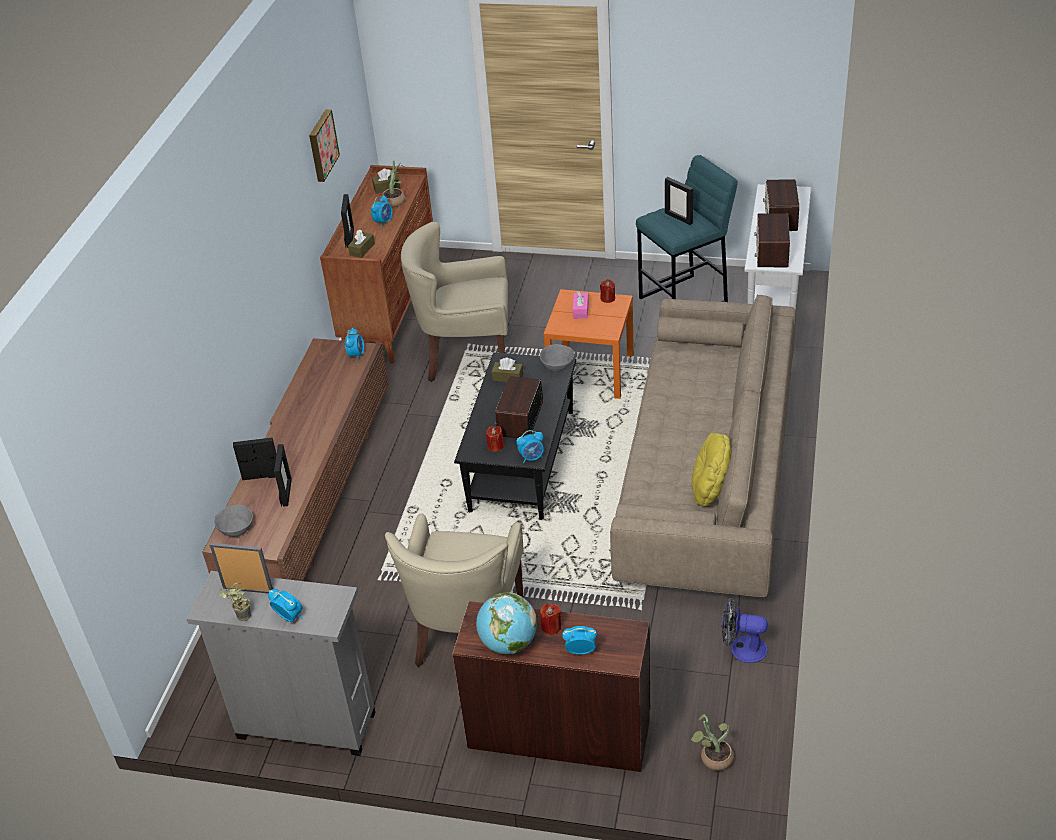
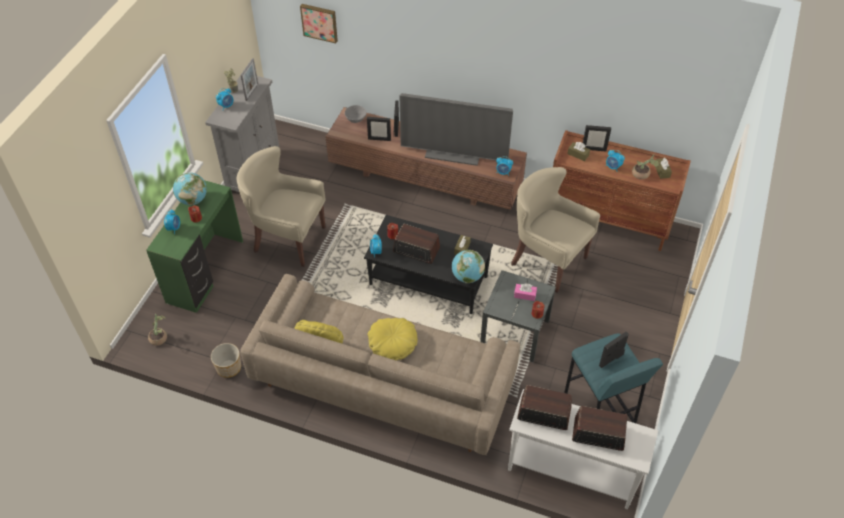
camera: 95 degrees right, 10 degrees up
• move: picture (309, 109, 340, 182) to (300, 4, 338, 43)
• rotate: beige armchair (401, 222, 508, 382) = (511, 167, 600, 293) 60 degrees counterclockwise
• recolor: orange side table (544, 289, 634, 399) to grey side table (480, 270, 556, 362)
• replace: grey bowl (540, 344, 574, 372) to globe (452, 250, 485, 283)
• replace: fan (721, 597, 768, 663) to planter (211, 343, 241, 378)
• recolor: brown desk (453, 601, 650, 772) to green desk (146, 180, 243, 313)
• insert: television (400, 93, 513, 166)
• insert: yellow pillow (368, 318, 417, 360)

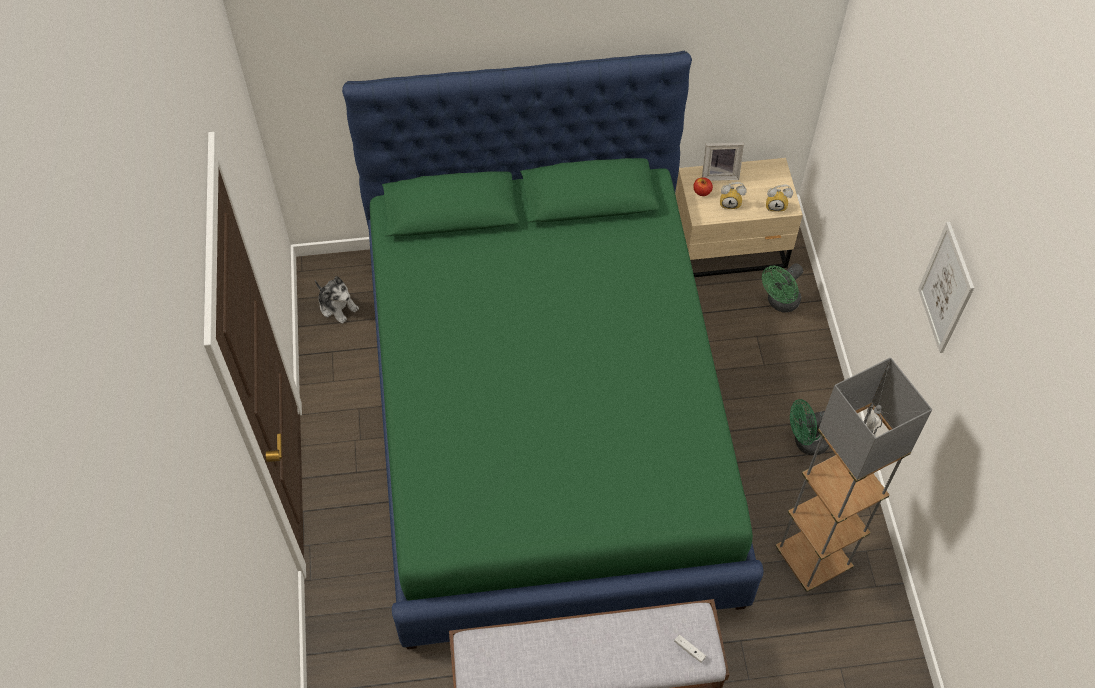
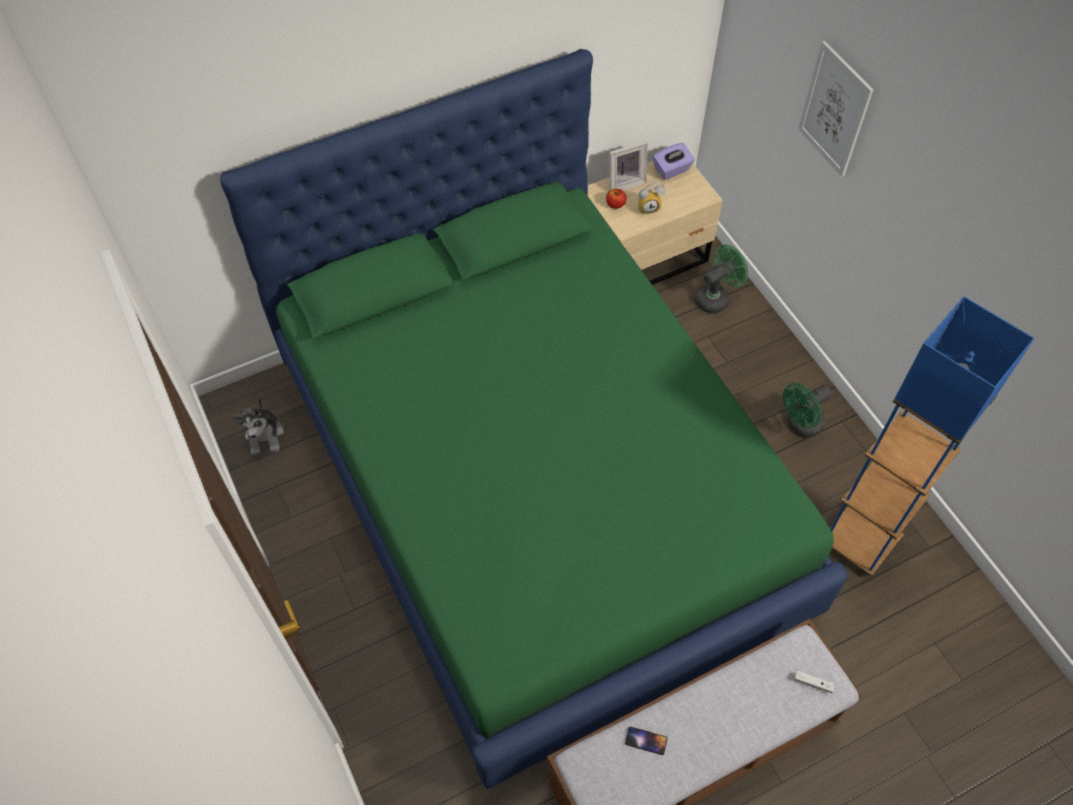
camera: 20 degrees left, 0 degrees up
• delete: alarm clock (766, 184, 793, 212)
• move: picture (918, 222, 974, 353) to (798, 41, 873, 177)
• rotate: green fan (762, 263, 803, 313) = (695, 245, 748, 313) 150 degrees counterclockwise
• rotate: plush toy (315, 276, 359, 324) = (233, 397, 284, 455) 60 degrees clockwise
• recolor: grey floor lamp (776, 357, 932, 592) to blue floor lamp (830, 296, 1035, 577)
• insert: purple tissue box (653, 143, 695, 180)
• insert: phone (625, 727, 667, 755)

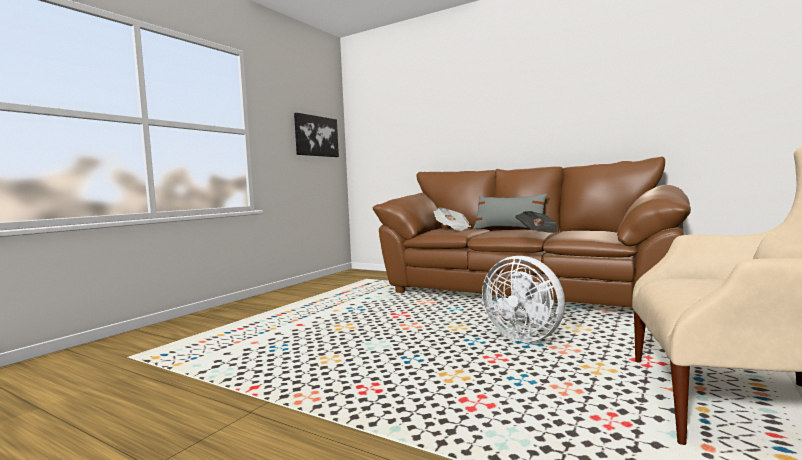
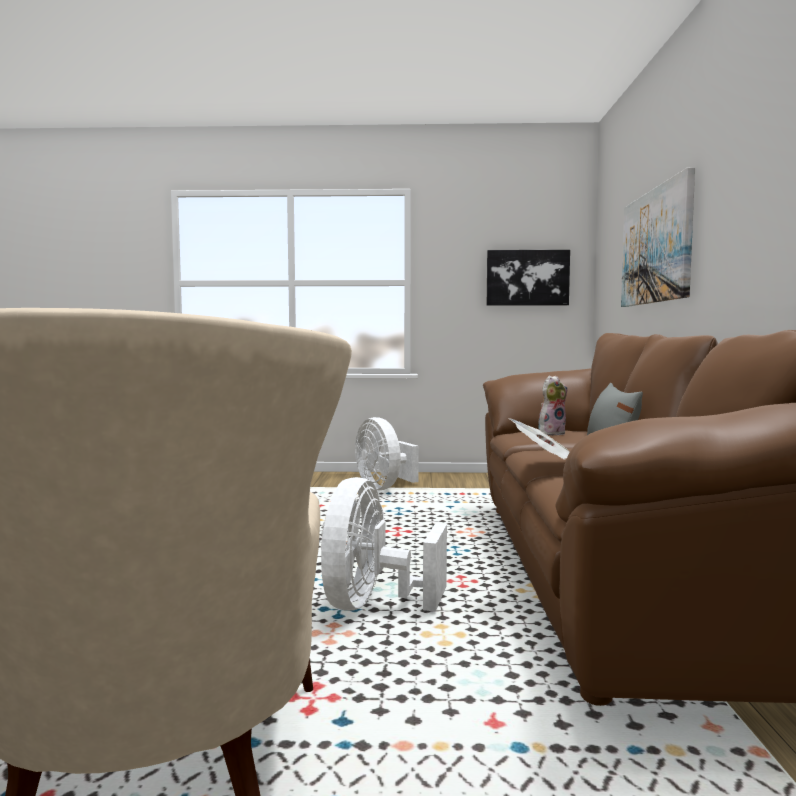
camera: 60 degrees right, 0 degrees up
• replace: newspaper (433, 208, 471, 231) to plush toy (538, 375, 568, 435)
• insert: picture (621, 167, 695, 307)
• insert: white fan (355, 417, 419, 490)

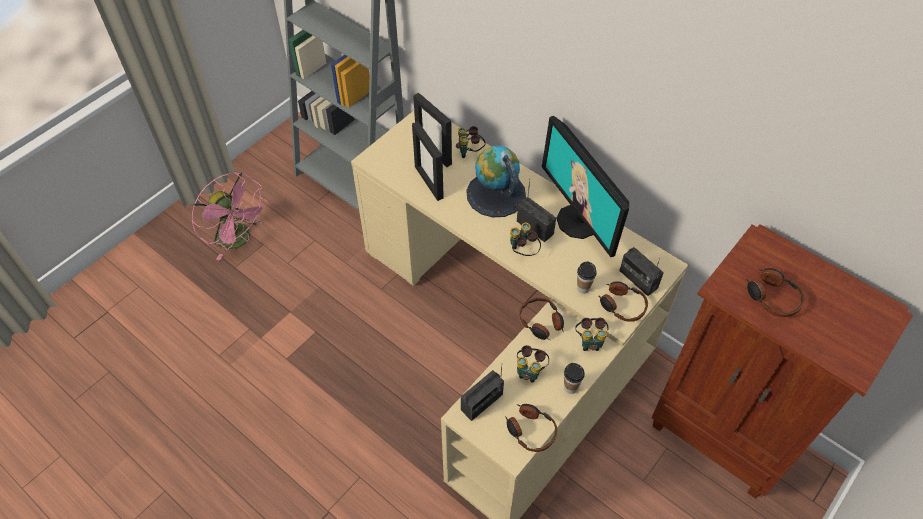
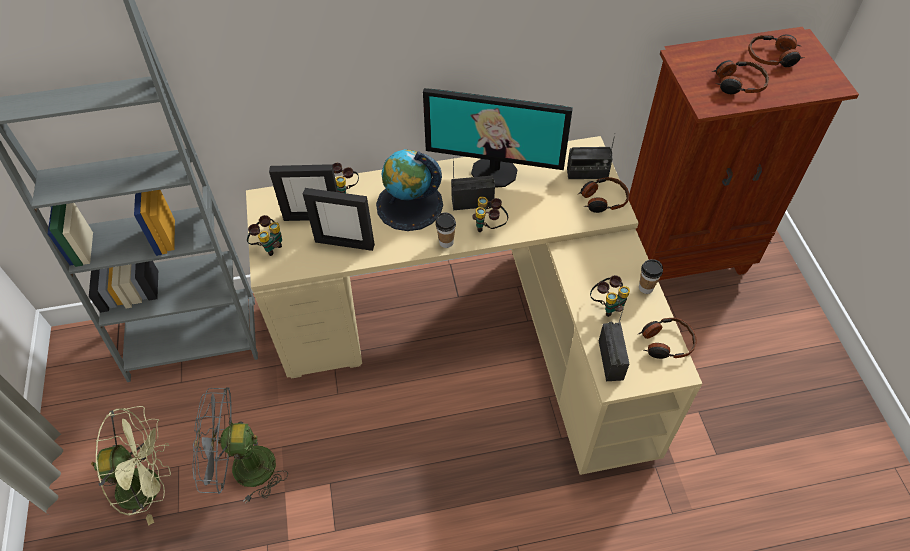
camera: 50 degrees left, 0 degrees up
• recolor: pink fan (192, 172, 268, 261) to green fan (91, 406, 171, 526)
• move: cup (577, 262, 597, 293) to (435, 212, 456, 248)
• move: headphones (519, 297, 564, 340) to (748, 34, 804, 67)
• move: binoculars (575, 318, 609, 351) to (247, 215, 282, 256)
• insert: grey fan (193, 387, 288, 504)

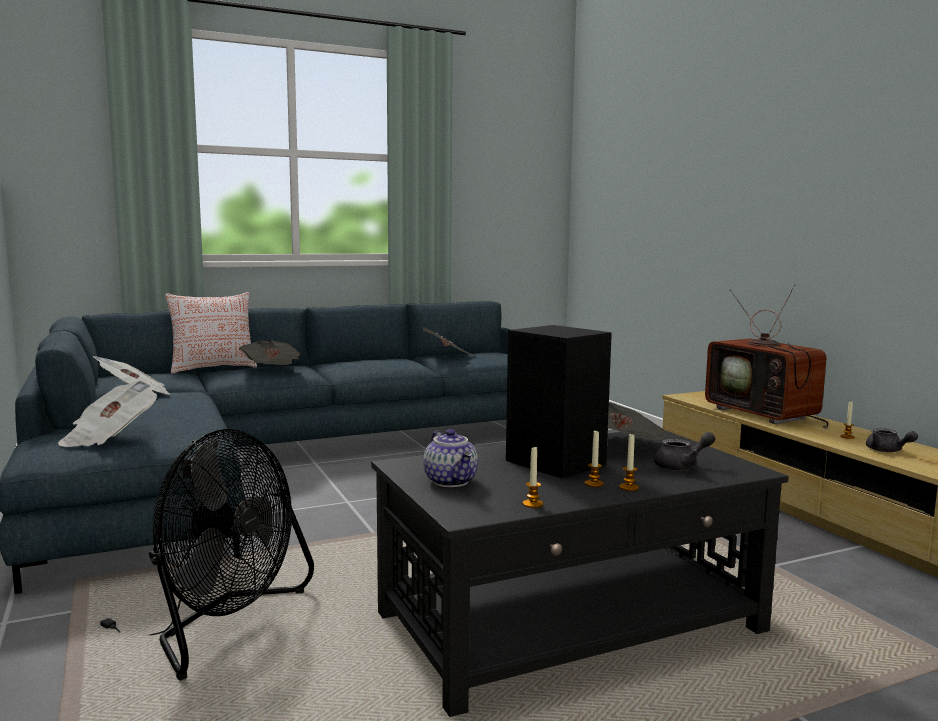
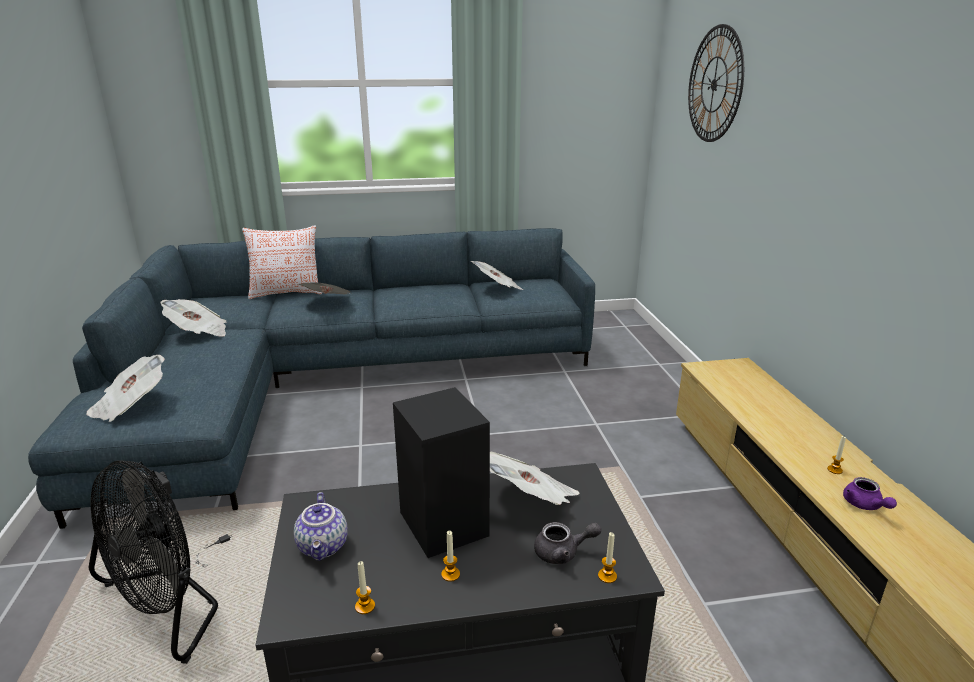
camera: 15 degrees right, 15 degrees up
• delete: television (705, 284, 829, 429)
• recolor: grey teapot (866, 428, 918, 452) to purple teapot (843, 477, 897, 510)
• rotate: black fan (100, 429, 314, 681) = (89, 460, 232, 664) 90 degrees clockwise
• move: candle (619, 434, 639, 491) to (598, 532, 617, 583)
• insert: wall clock (688, 24, 744, 142)

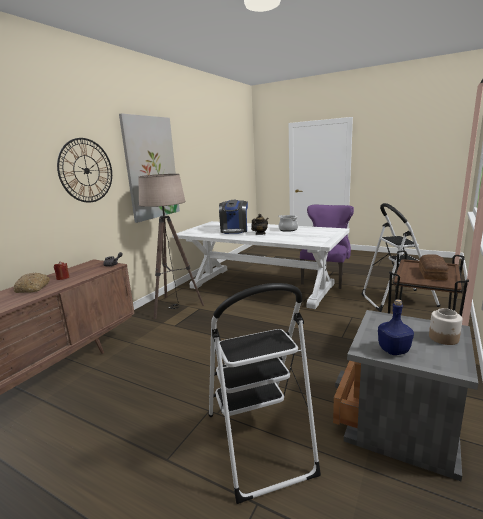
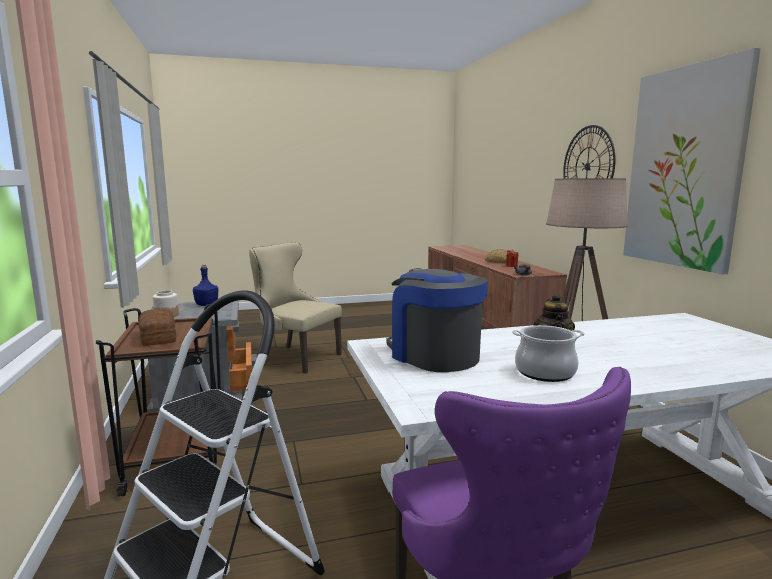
camera: 135 degrees right, 5 degrees down
• move: coffee machine (219, 200, 248, 234) to (386, 268, 488, 372)
• replace: step ladder (208, 283, 321, 504) to beige chair (249, 242, 342, 373)

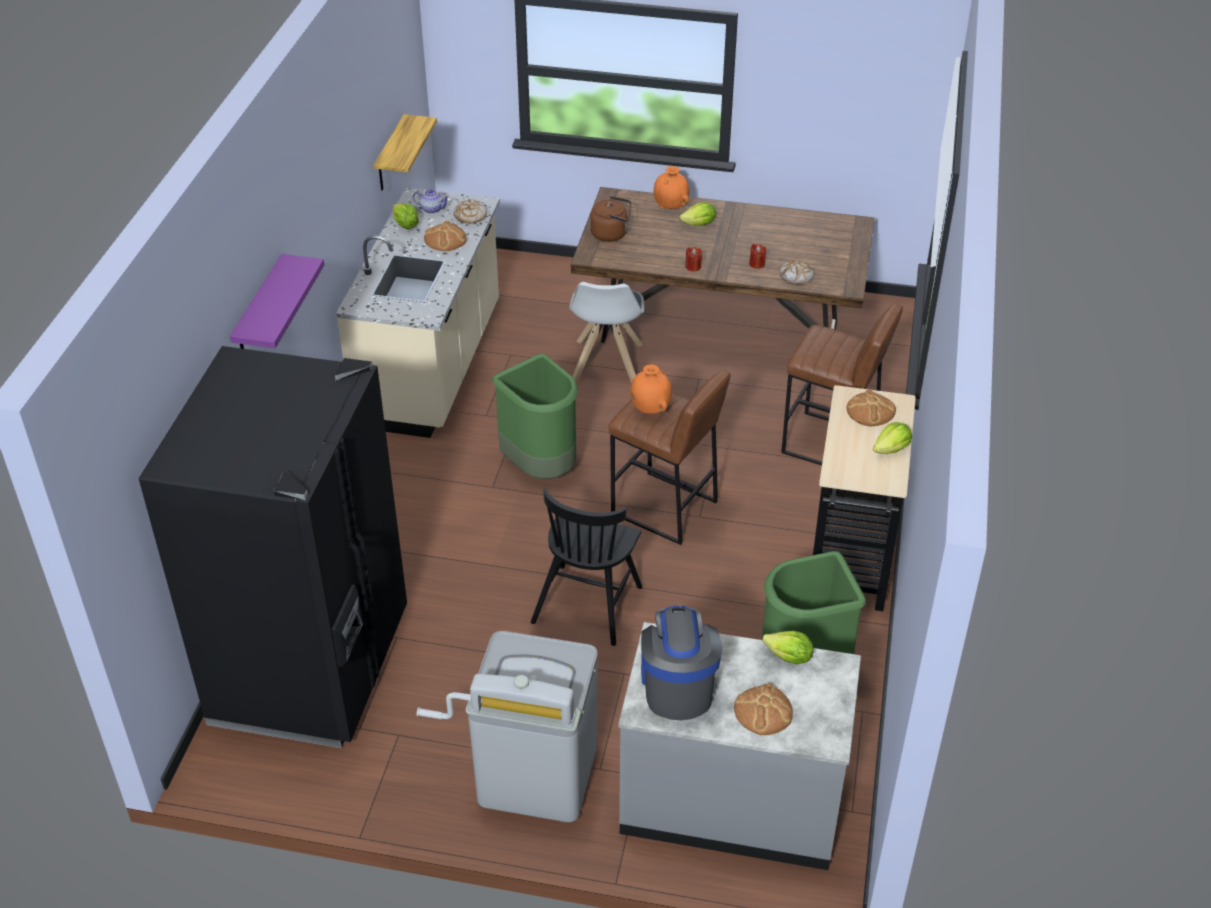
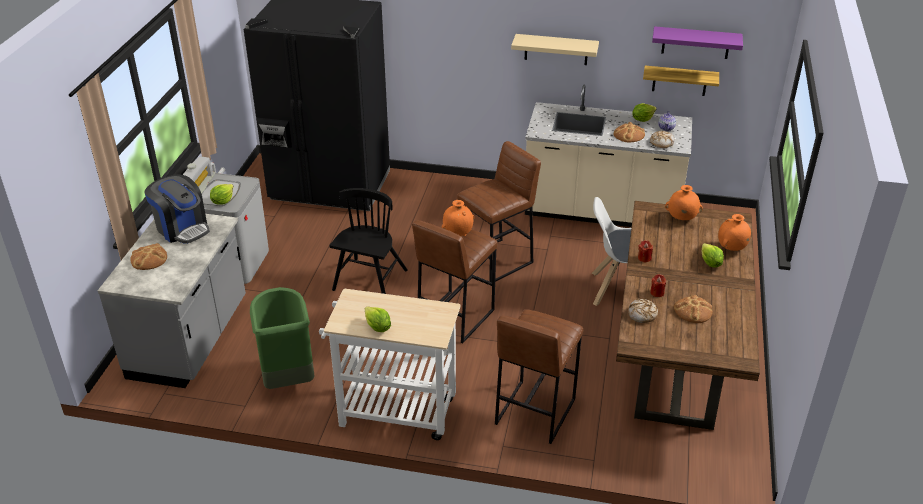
camera: 90 degrees right, 5 degrees down
• replace: brown kettle (590, 196, 631, 242) to orange vase (665, 185, 703, 220)
• move: purple shelf (230, 254, 324, 349) to (652, 26, 743, 59)
• replace: green trash can (493, 354, 578, 479) to brown stool (457, 141, 541, 282)
• recolor: black cart (813, 385, 916, 611) to white cart (319, 289, 461, 440)
• move: bread (846, 390, 896, 426) to (674, 295, 713, 323)
• rotate: black chair (531, 487, 642, 646) = (329, 188, 408, 294) 90 degrees clockwise
• rotate: coffee machine (641, 606, 722, 720) = (144, 175, 210, 244) 45 degrees clockwise
• move: lettuce (762, 631, 814, 664) to (210, 184, 233, 204)
• insert: beige shelf (511, 34, 599, 65)

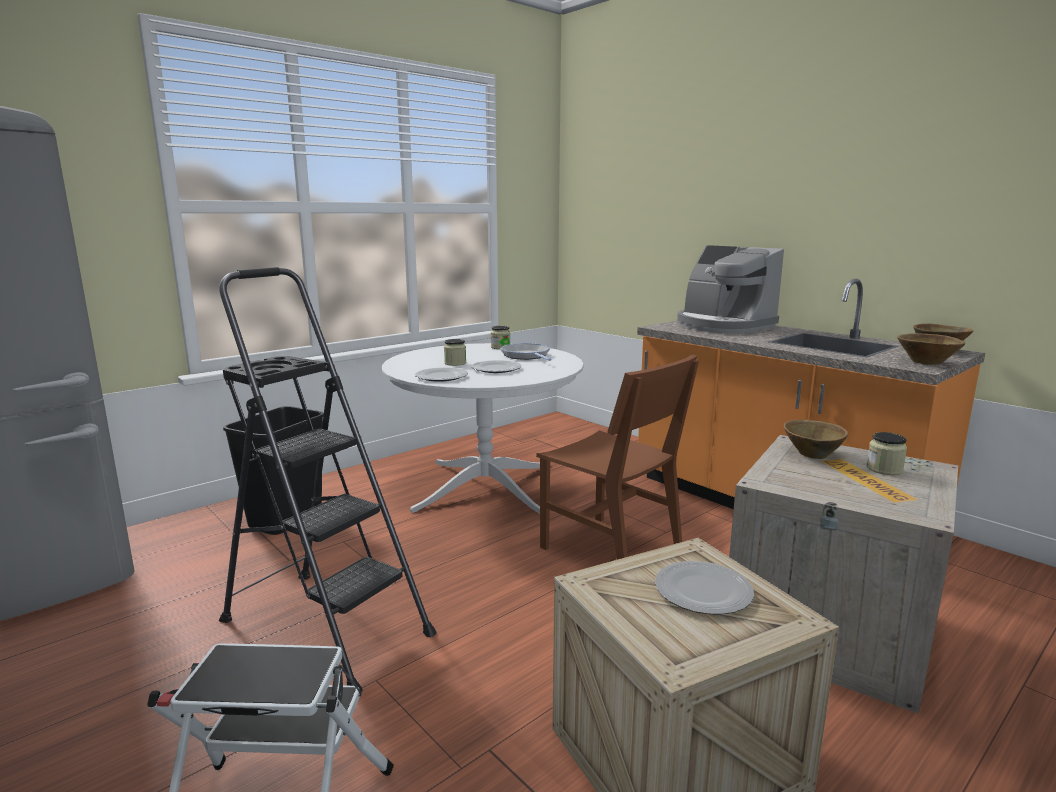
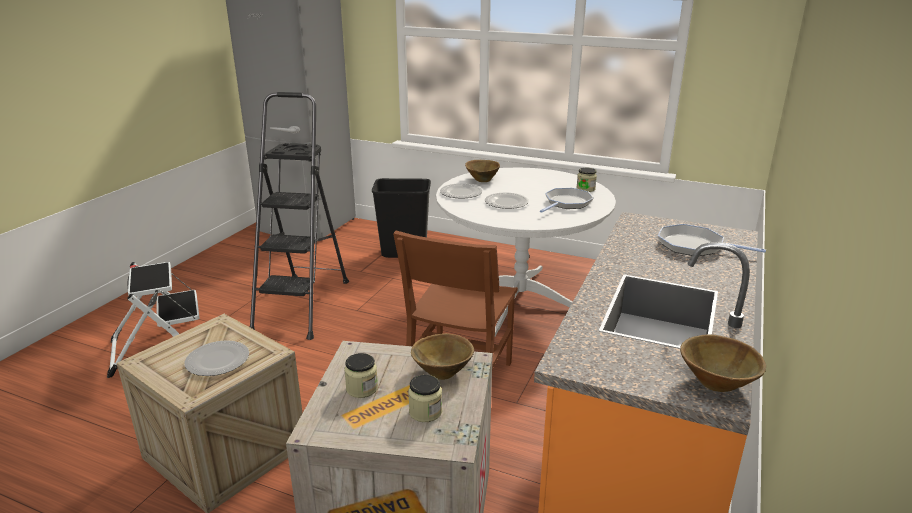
camera: 65 degrees right, 10 degrees up
• replace: coffee machine (677, 245, 784, 334) to frying pan (658, 224, 766, 256)
• move: brown bowl (897, 333, 965, 365) to (465, 160, 500, 182)
• move: jar (444, 339, 466, 366) to (344, 353, 378, 398)

